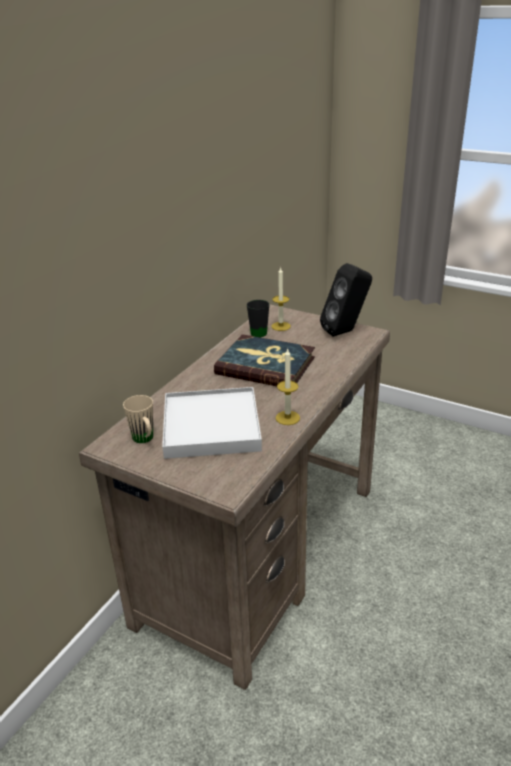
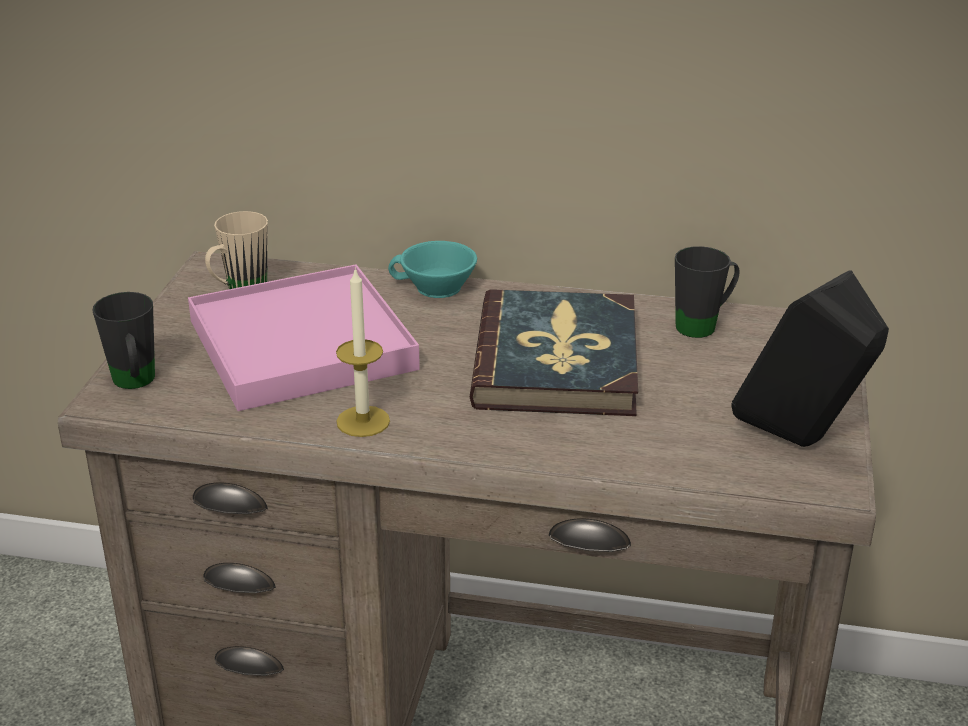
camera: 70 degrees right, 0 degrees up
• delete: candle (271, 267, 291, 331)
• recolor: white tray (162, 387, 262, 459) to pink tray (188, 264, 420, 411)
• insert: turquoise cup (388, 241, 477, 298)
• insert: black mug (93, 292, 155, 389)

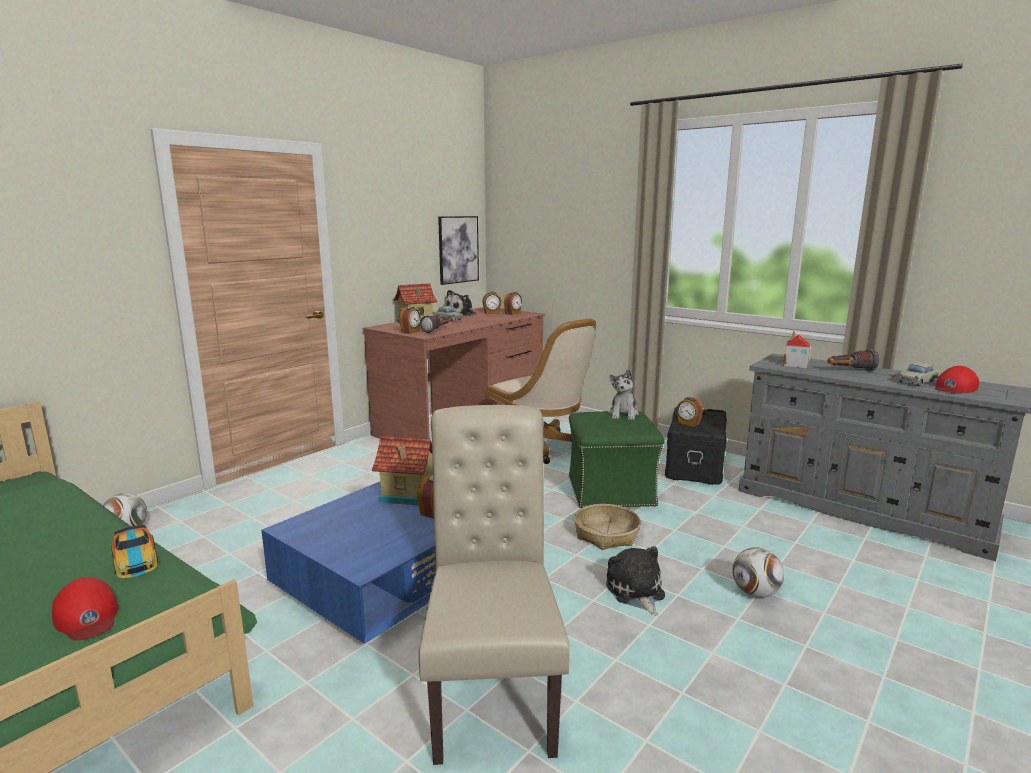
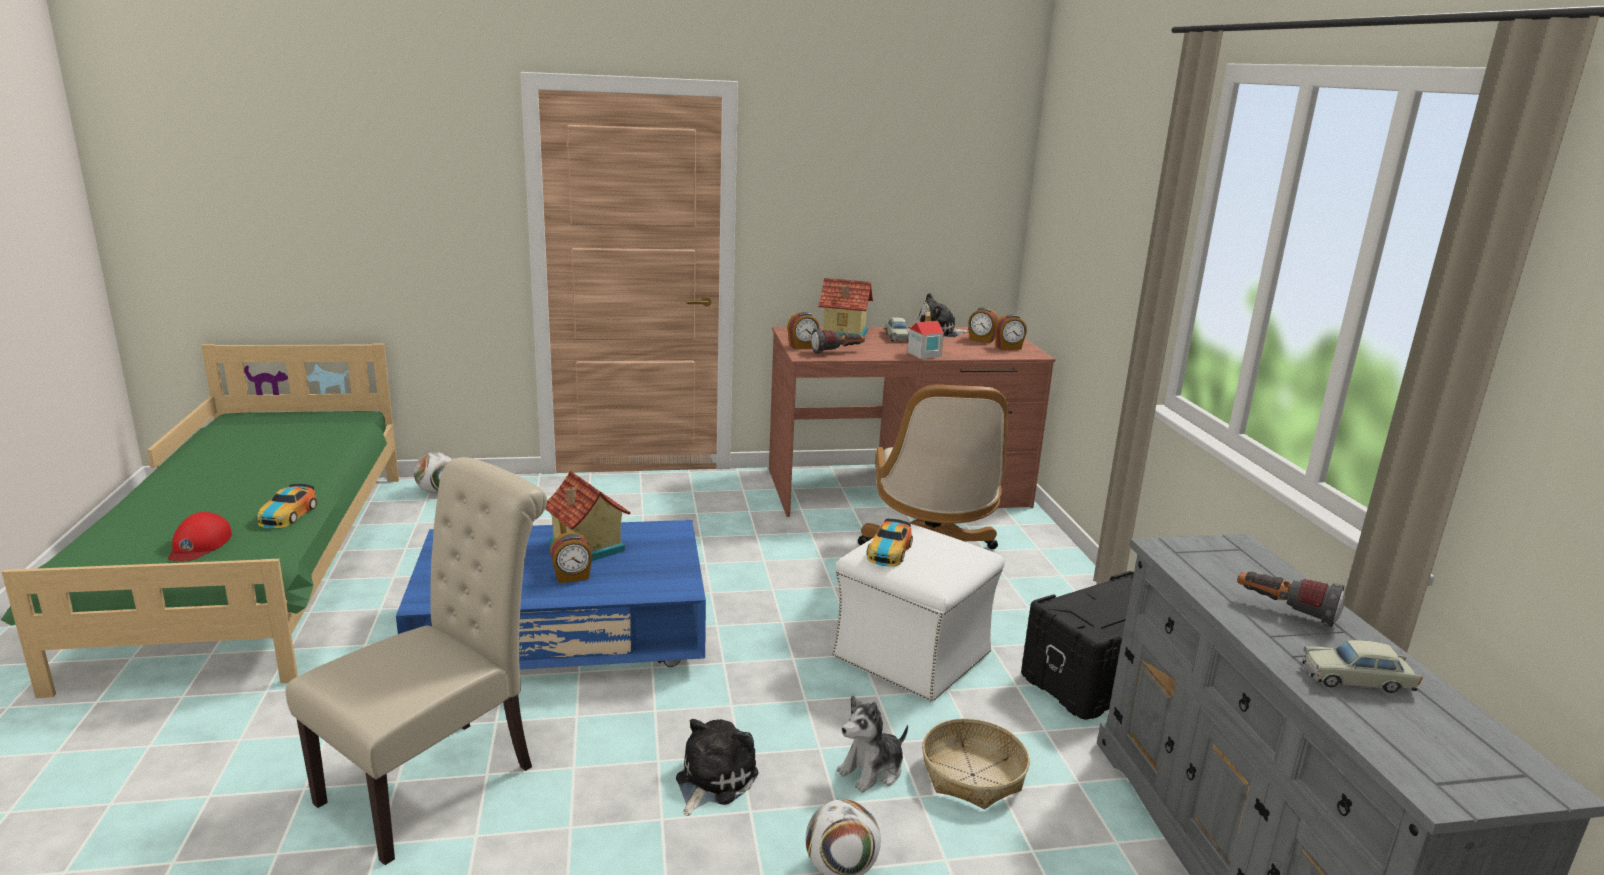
camera: 40 degrees right, 5 degrees up
• delete: picture (438, 216, 479, 285)
• move: toy house (783, 331, 811, 368) to (908, 315, 944, 359)
• delete: red cap (935, 366, 979, 394)
• move: plush toy (608, 369, 639, 420) to (837, 695, 908, 793)
• delete: alarm clock (677, 397, 703, 427)
• recolor: green ottoman (569, 411, 665, 508) to white ottoman (832, 524, 1005, 702)
• move: basket (574, 504, 641, 550) to (922, 718, 1030, 809)
• insert: toy car (867, 519, 913, 566)

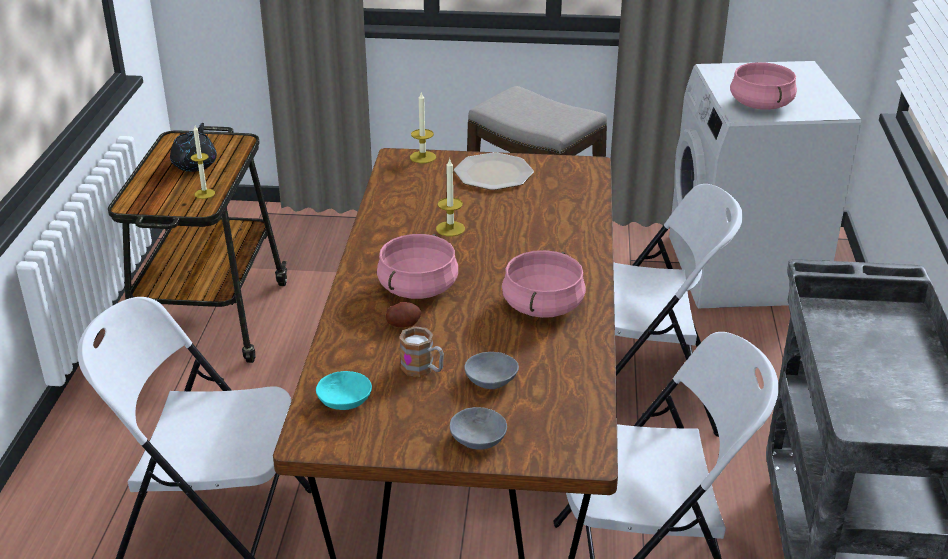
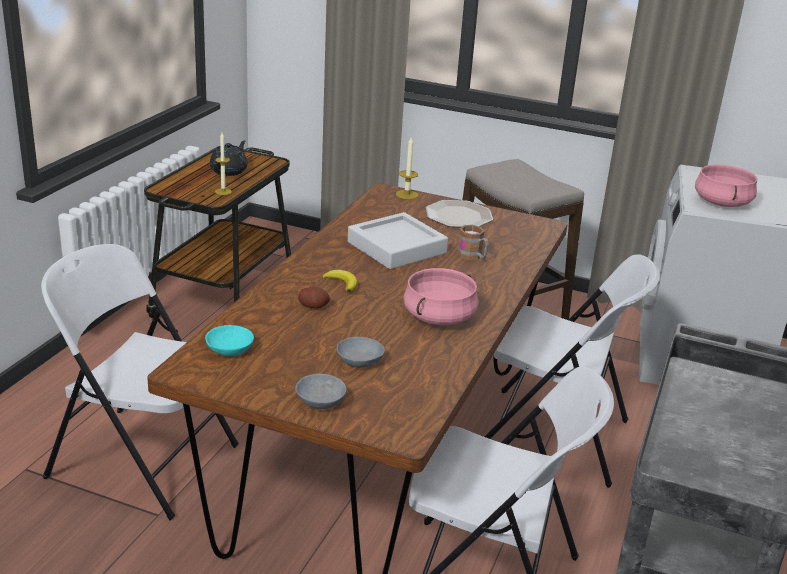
camera: 15 degrees right, 5 degrees down
• replace: candle (436, 158, 465, 237) to grey tray (348, 212, 448, 269)
• replace: pink cooking pot (377, 234, 458, 299) to banana (322, 270, 357, 293)
• move: mug (399, 326, 444, 377) to (457, 225, 489, 260)

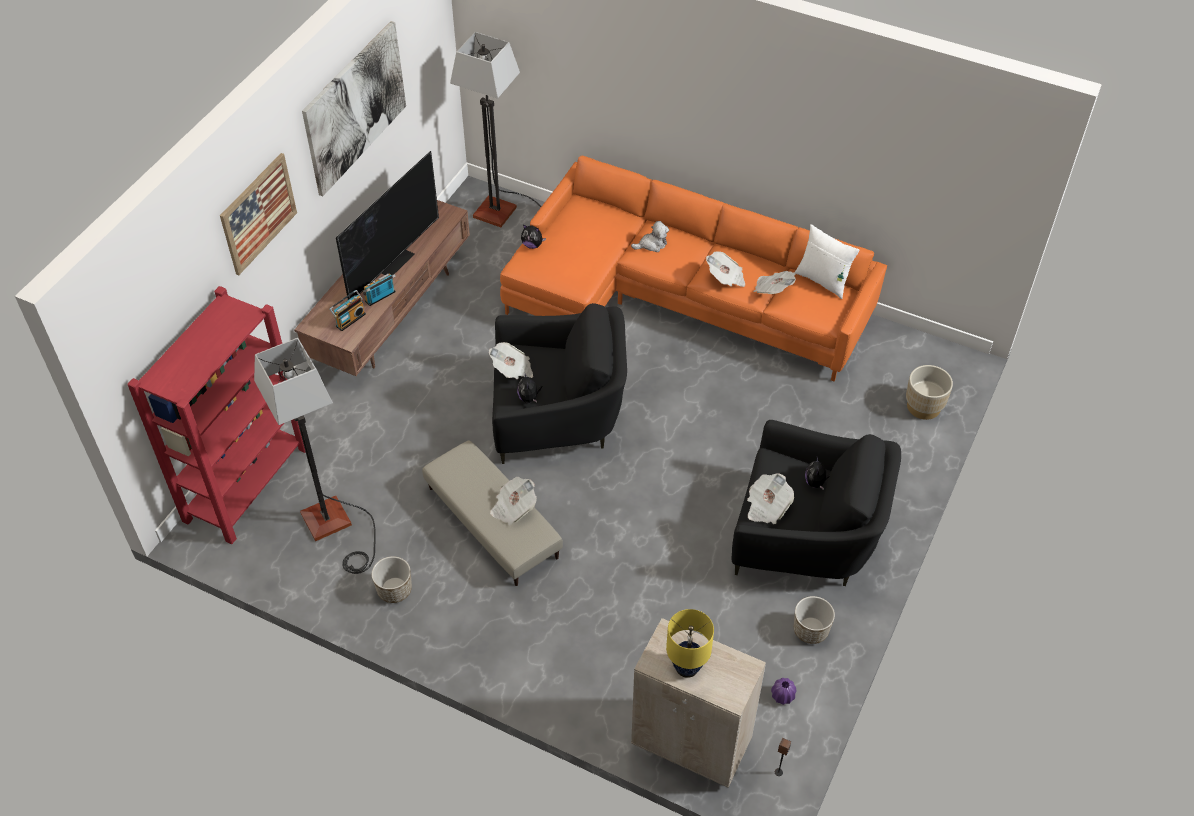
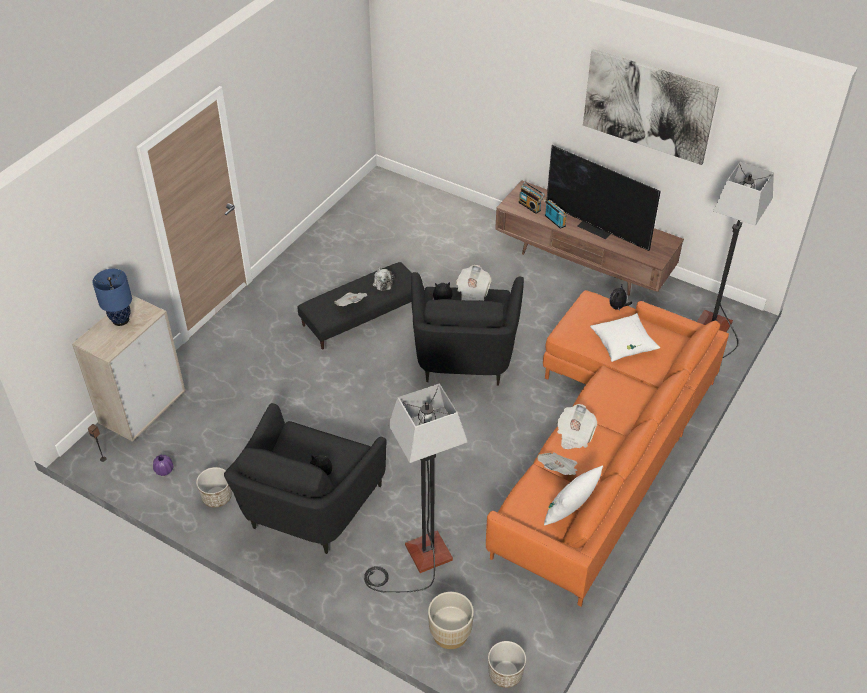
camera: 95 degrees right, 5 degrees down
• delete: picture (220, 153, 297, 275)
• move: plush toy (631, 221, 669, 252) to (373, 267, 394, 291)
• delete: red bookcase (128, 286, 306, 544)
• move: floor lamp (254, 338, 376, 574) to (364, 383, 468, 593)
• recolor: beige ottoman (422, 440, 563, 586) to black ottoman (297, 262, 424, 349)
• delete: newspaper (747, 473, 794, 524)
• move: planter (372, 556, 412, 603) to (488, 641, 526, 688)
• recolor: yellow table lamp (666, 609, 714, 678) to blue table lamp (93, 269, 132, 326)
• insert: white pillow (590, 313, 660, 362)

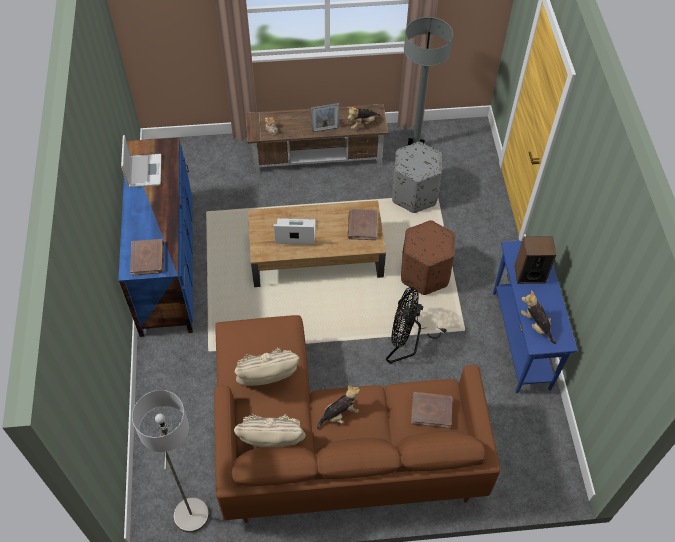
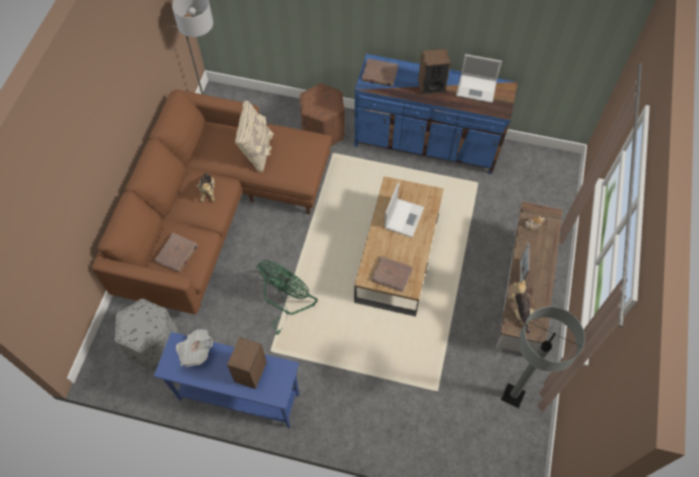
camera: 110 degrees right, 5 degrees up
• move: grey ottoman (392, 142, 442, 213) to (115, 299, 178, 370)
• move: brown ottoman (401, 220, 455, 295) to (300, 83, 345, 147)
• recolor: black fan (386, 287, 447, 364) to green fan (256, 260, 318, 335)
• replace: plush toy (521, 290, 556, 344) to newspaper (176, 329, 213, 367)
• delete: beige pillow (234, 413, 306, 447)
• insert: speaker (418, 48, 450, 95)

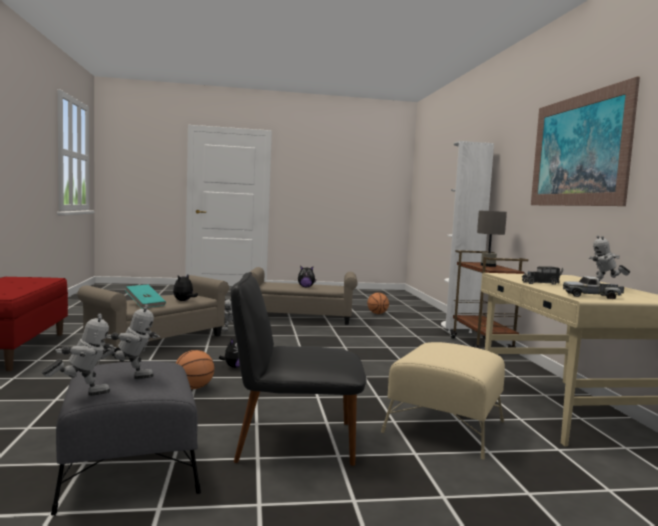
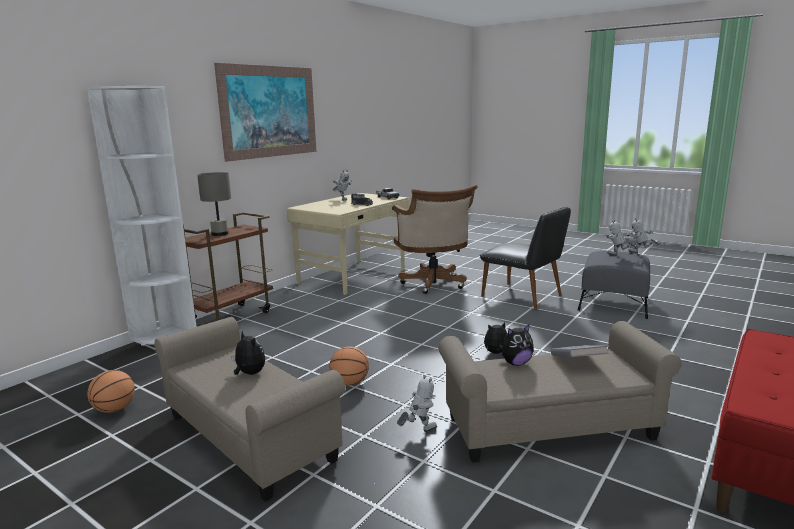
camera: 135 degrees left, 10 degrees up
• recolor: turquoise book (125, 284, 166, 308) to grey book (551, 345, 609, 357)
• replace: beige ottoman (381, 342, 505, 460) to office chair (393, 185, 478, 294)
• move: basketball (176, 350, 214, 389) to (329, 347, 369, 386)

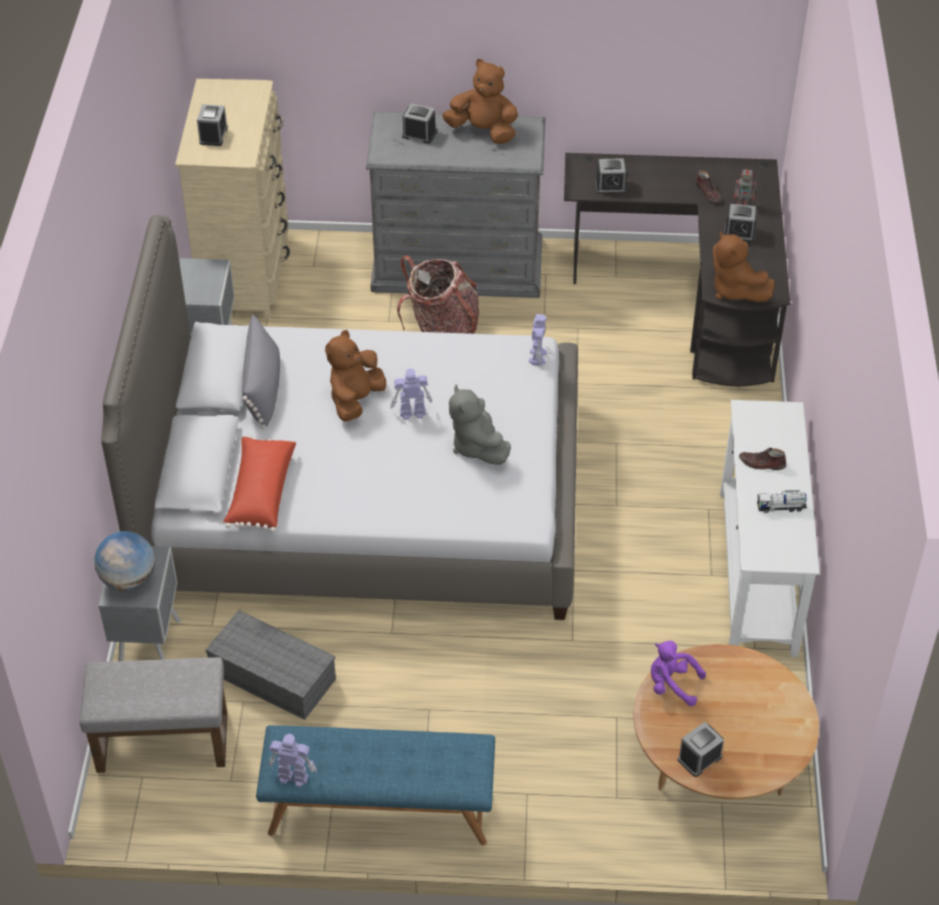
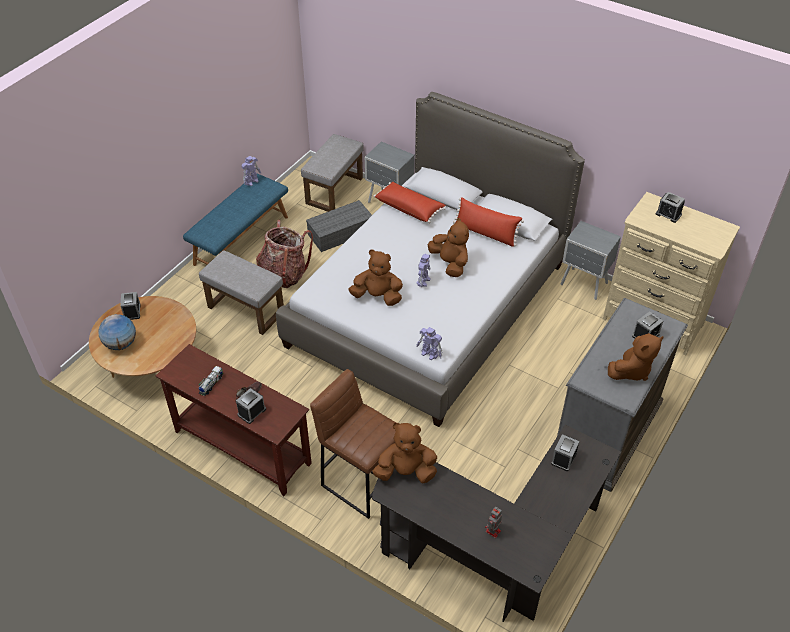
camera: 120 degrees right, 0 degrees up
• delete: brown shoe (695, 170, 721, 202)
• move: alarm clock (724, 204, 757, 242) to (236, 388, 266, 424)
• move: backpack (397, 256, 479, 334) to (256, 220, 313, 288)
• recolor: grey pillow (242, 315, 280, 429) to red pillow (453, 197, 524, 247)
• recolor: grey plush toy (449, 385, 511, 465) to brown plush toy (348, 249, 403, 306)
• recolor: white console table (720, 400, 820, 657) to brown console table (156, 344, 312, 496)
• move: globe (94, 531, 155, 591) to (98, 314, 136, 350)
• delete: purple plush toy (651, 641, 706, 706)
• insert: grey ottoman (199, 250, 284, 335)
• insert: brown stool (310, 369, 396, 519)

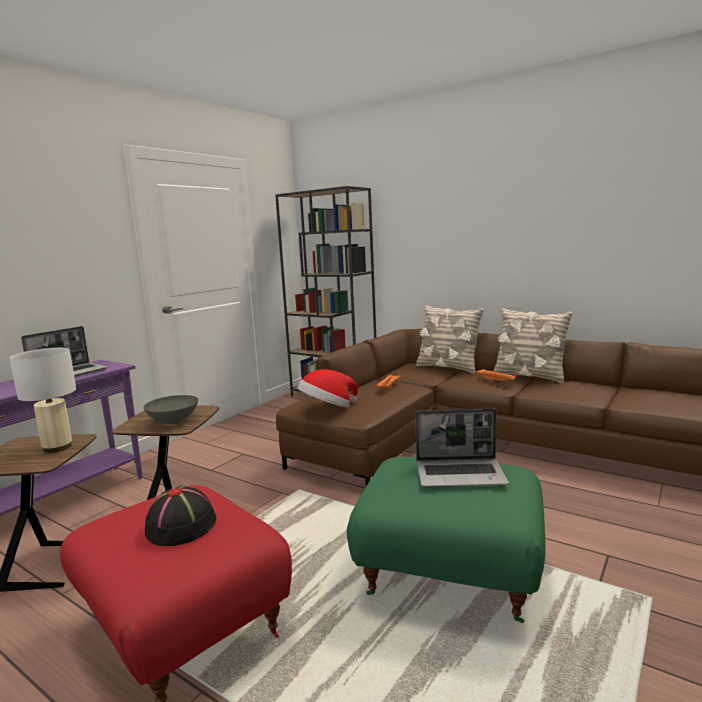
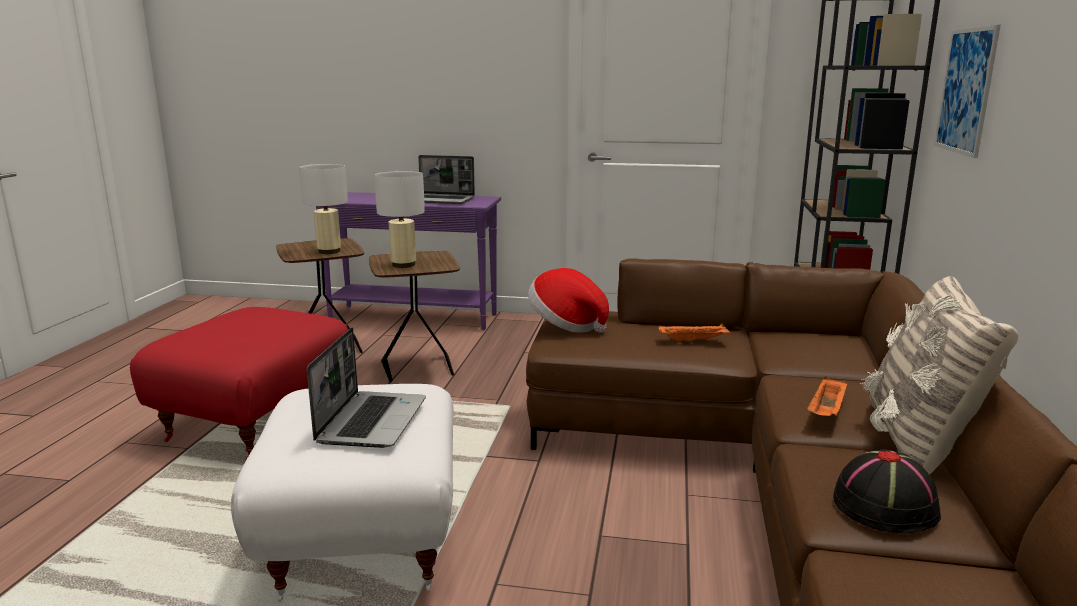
camera: 65 degrees right, 5 degrees up
• delete: beige pillow (416, 306, 484, 374)
• replace: grey bowl (144, 395, 198, 424) to white table lamp (374, 171, 425, 268)
• rotate: laptop (415, 408, 509, 487) = (307, 327, 426, 448) 150 degrees counterclockwise
• recolor: green ottoman (347, 457, 546, 623) to white ottoman (231, 384, 454, 602)
• move: black hat (145, 486, 216, 546) to (833, 449, 941, 533)
• insert: picture (934, 25, 1001, 158)

